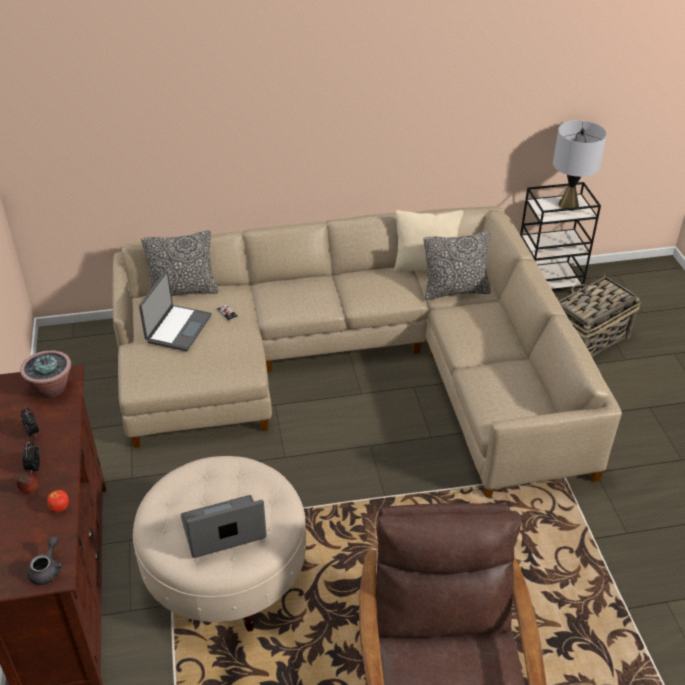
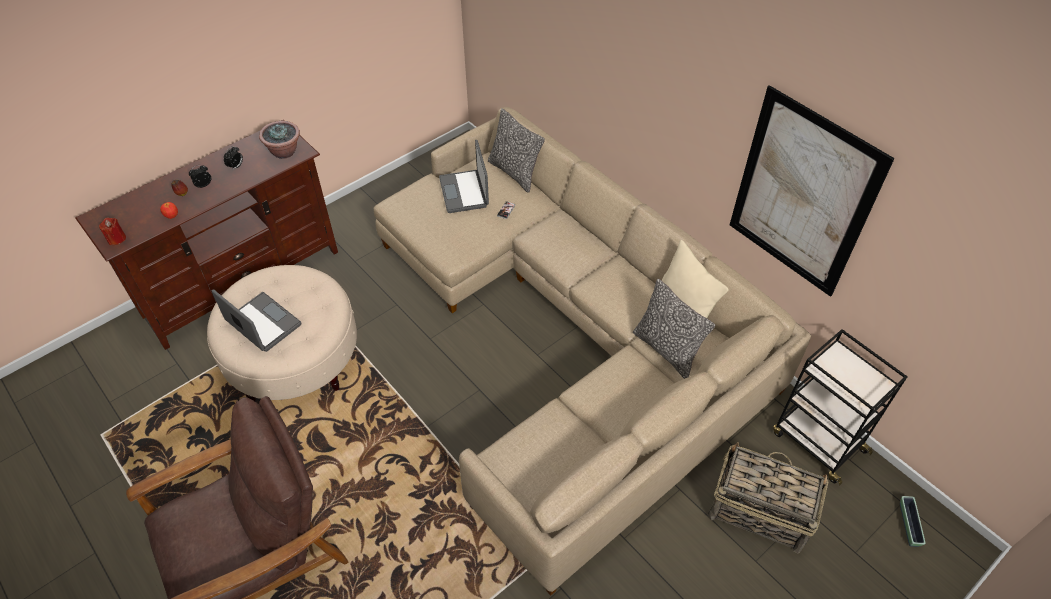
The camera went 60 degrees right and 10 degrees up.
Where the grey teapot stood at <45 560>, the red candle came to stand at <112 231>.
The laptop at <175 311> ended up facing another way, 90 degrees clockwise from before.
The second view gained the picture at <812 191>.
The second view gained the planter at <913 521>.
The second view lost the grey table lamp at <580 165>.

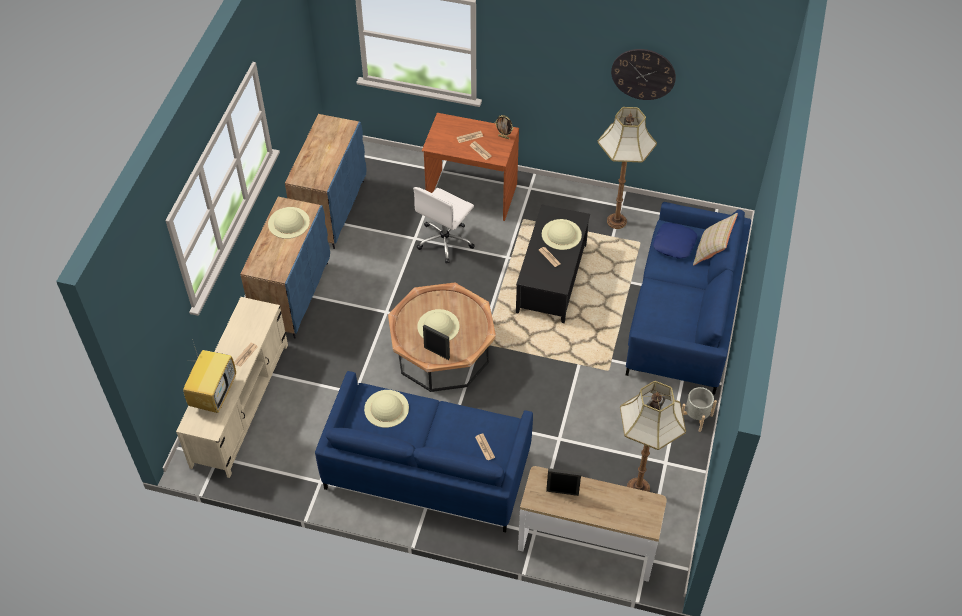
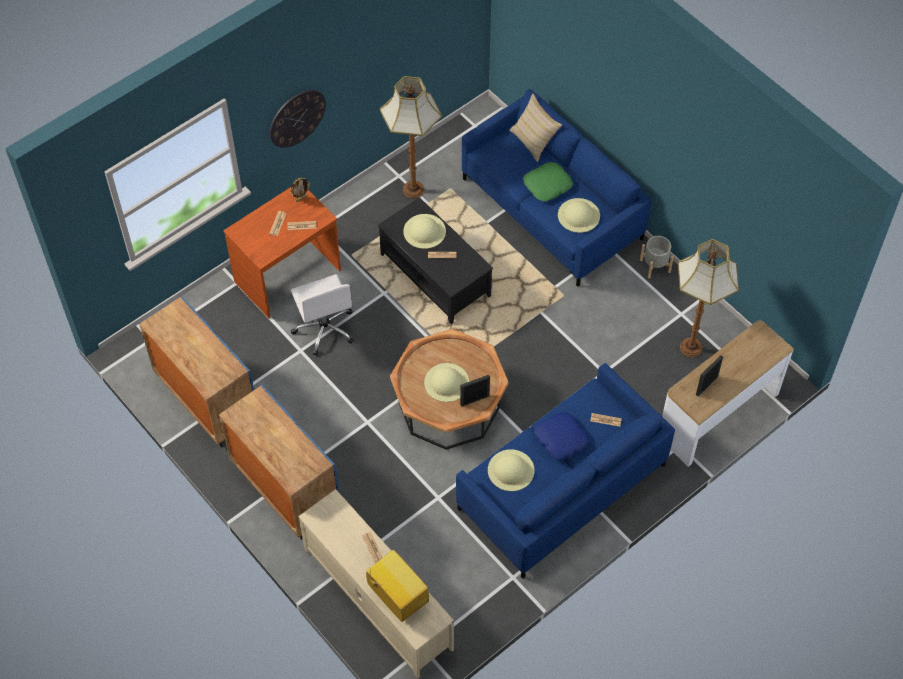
The camera went 55 degrees left and 5 degrees up.
The wall clock ended up elsewhere, having gone from <643 74> to <298 119>.
The second view gained the green pillow at <548 182>.
The blue pillow ended up elsewhere, having gone from <675 240> to <561 436>.
The beige hat ended up elsewhere, having gone from <289 223> to <579 215>.

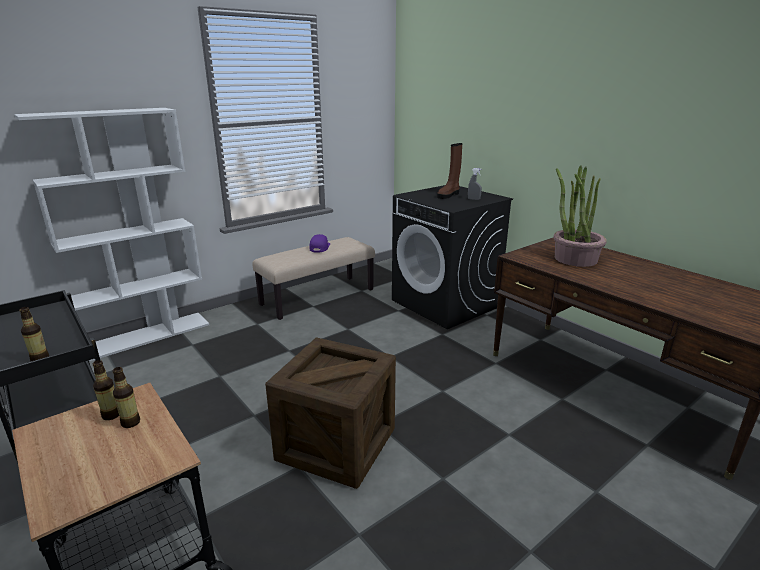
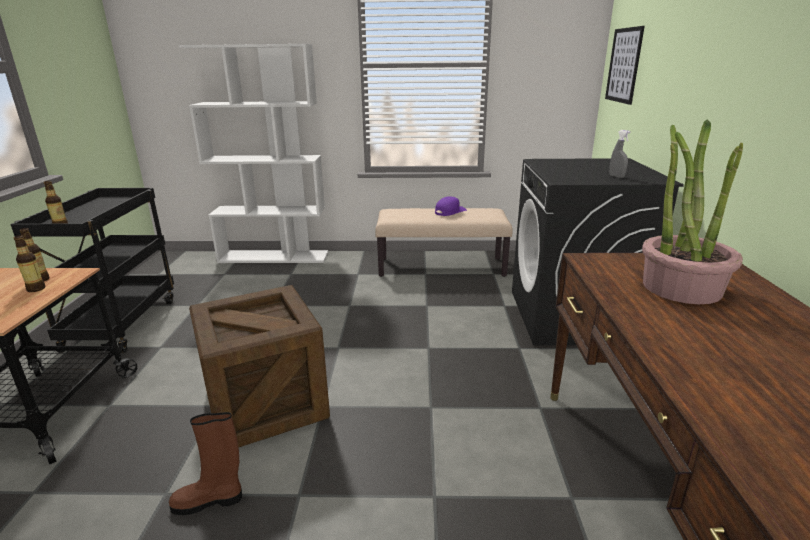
The camera went 40 degrees right and 0 degrees up.
The brown boot ended up elsewhere, having gone from <449 171> to <205 463>.
The second view gained the picture at <625 65>.

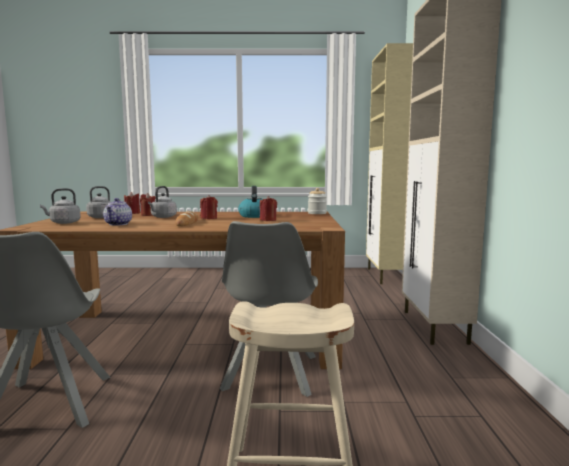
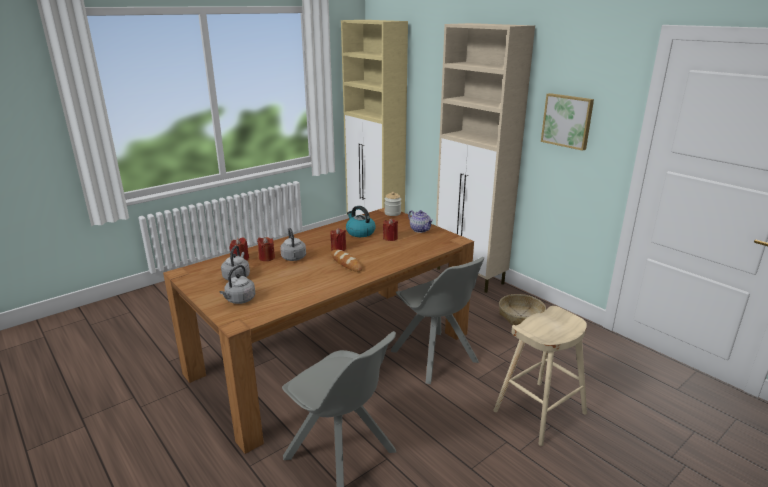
The camera went 40 degrees left and 15 degrees up.
The teapot ended up elsewhere, having gone from <117 212> to <420 221>.
The second view gained the basket at <522 309>.
The second view gained the picture at <567 122>.

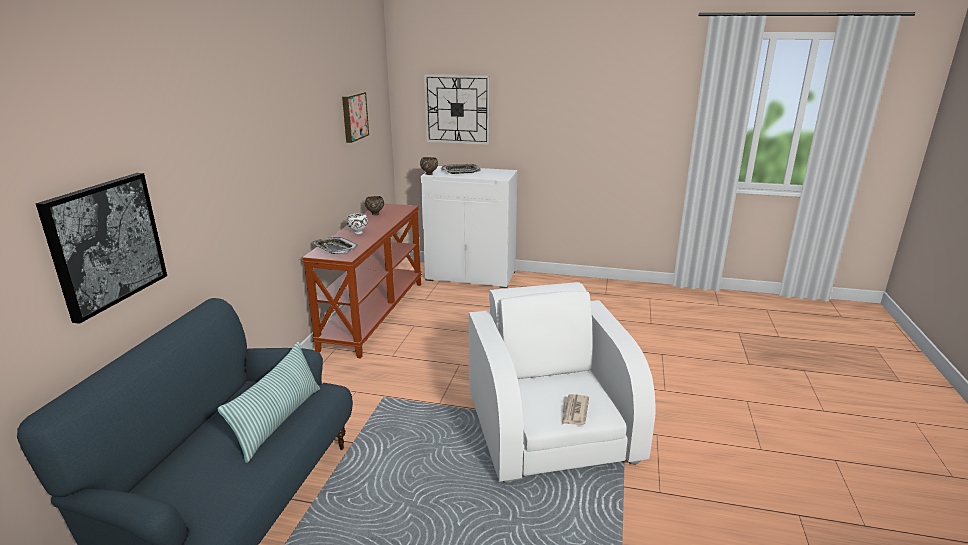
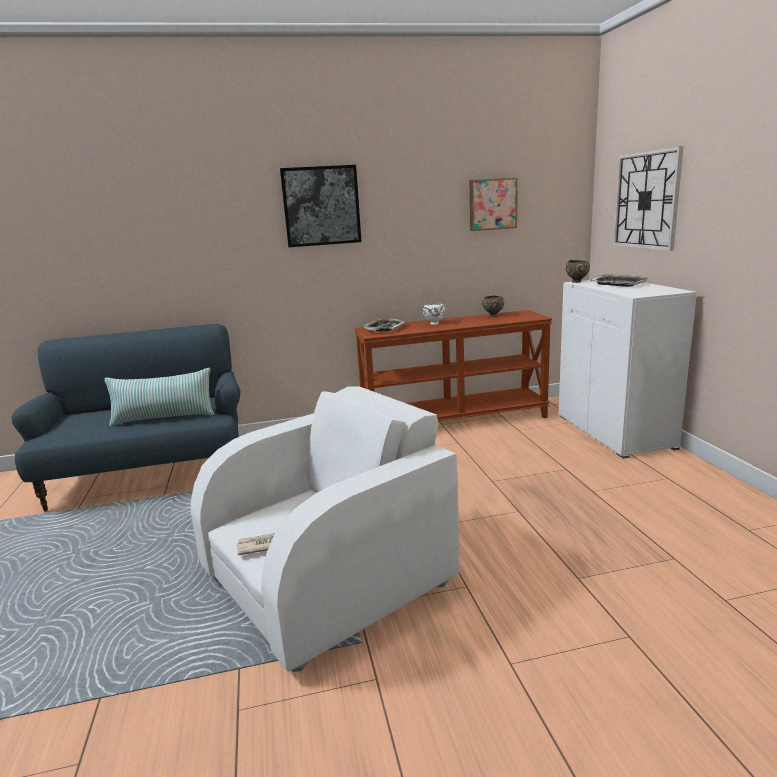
The camera went 65 degrees right and 5 degrees down.
The picture ended up elsewhere, having gone from <101 248> to <320 206>.

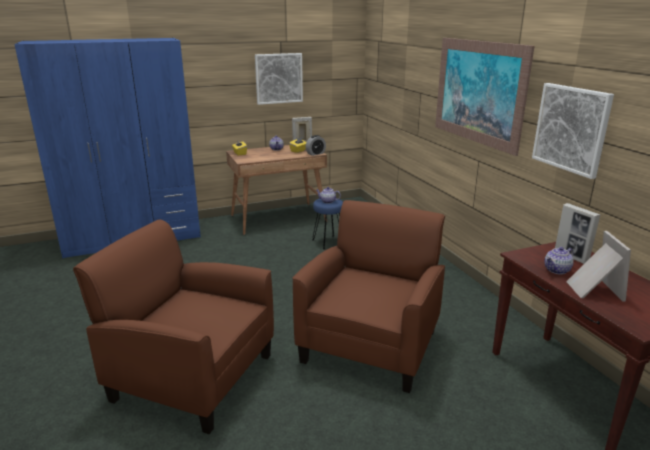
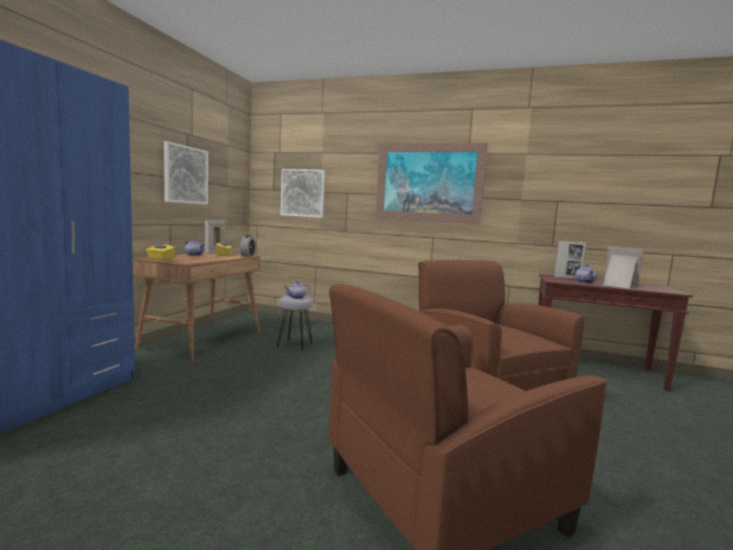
The camera went 50 degrees left and 15 degrees down.
What was the blue stool at <327 223> turned into the grey stool at <295 323>.
The picture ended up elsewhere, having gone from <573 131> to <303 193>.

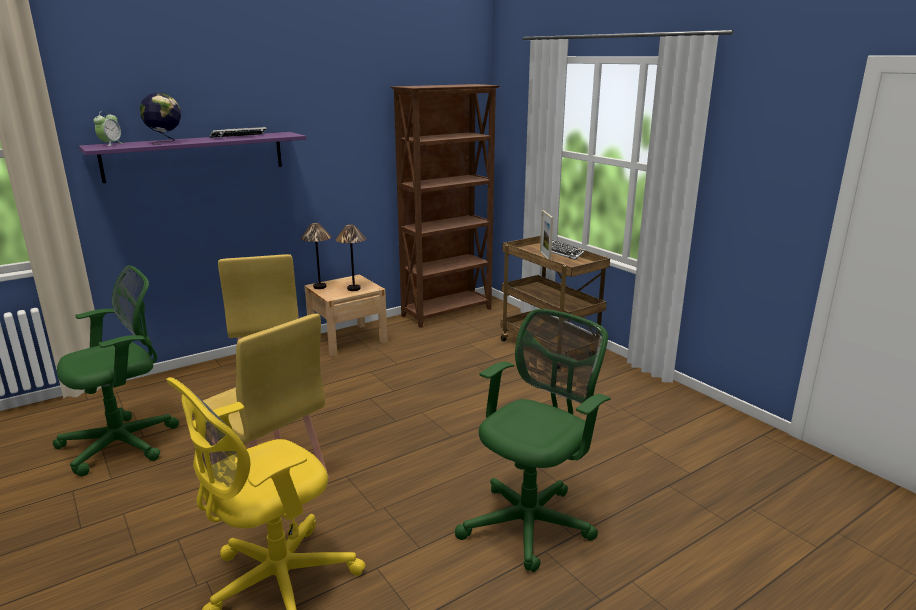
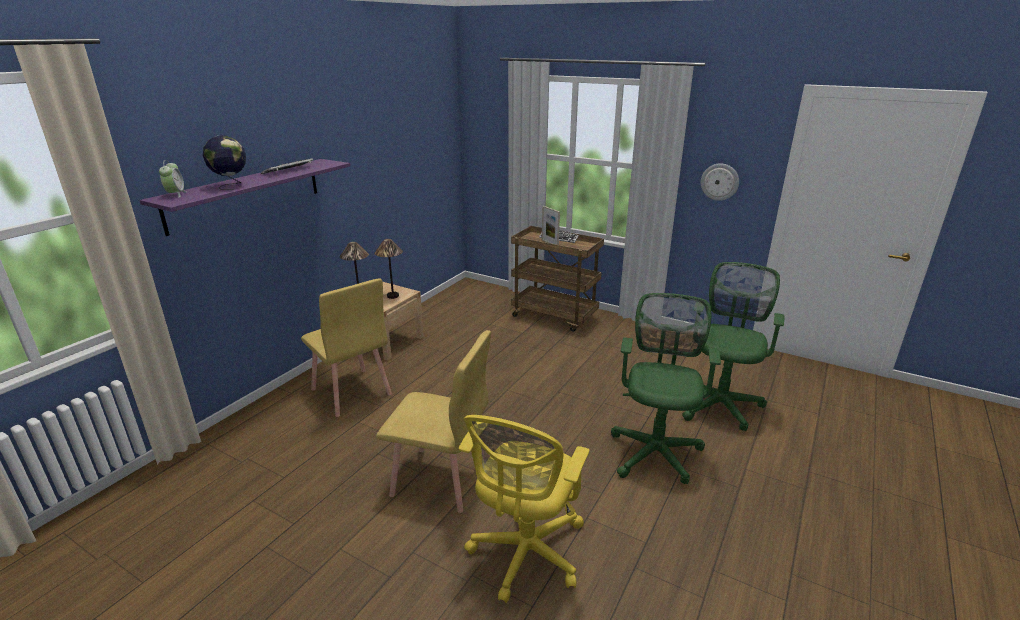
The camera went 25 degrees left and 5 degrees up.
The green office chair ended up elsewhere, having gone from <116 370> to <733 346>.
The second view gained the wall clock at <720 182>.
The second view lost the brown bookcase at <445 206>.

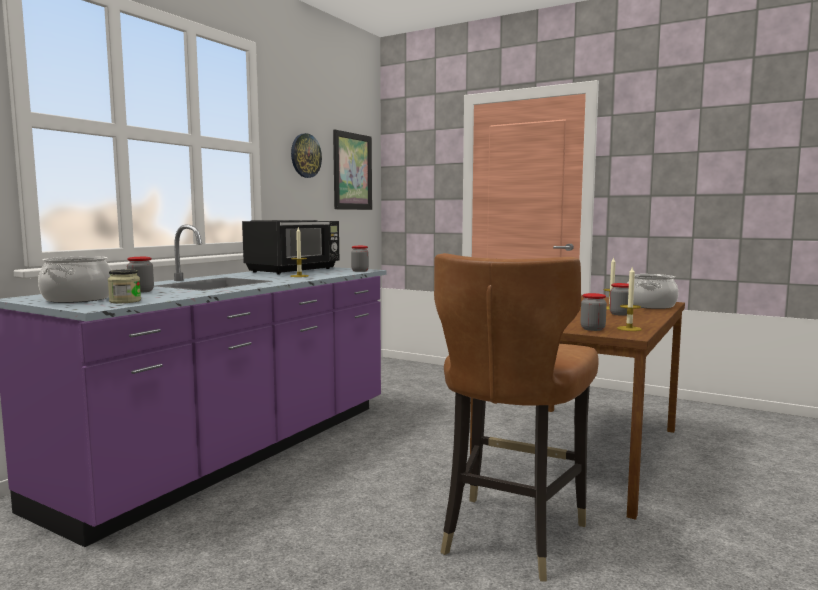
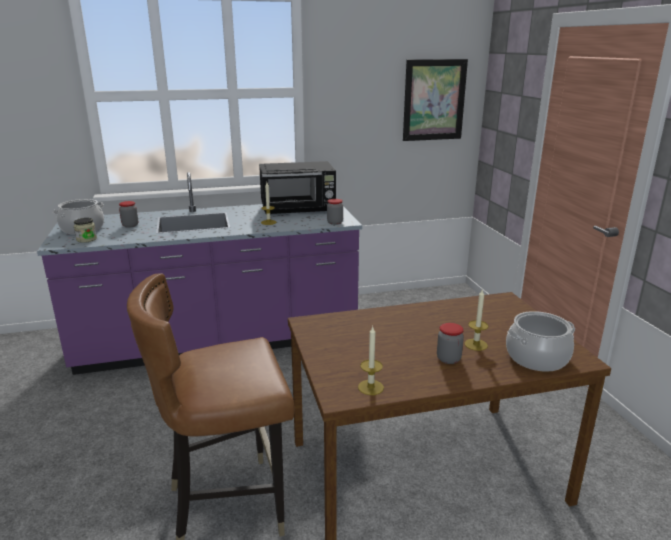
The camera went 45 degrees right and 15 degrees up.
The second view lost the wall clock at <306 155>.
The second view lost the jar at <593 312>.

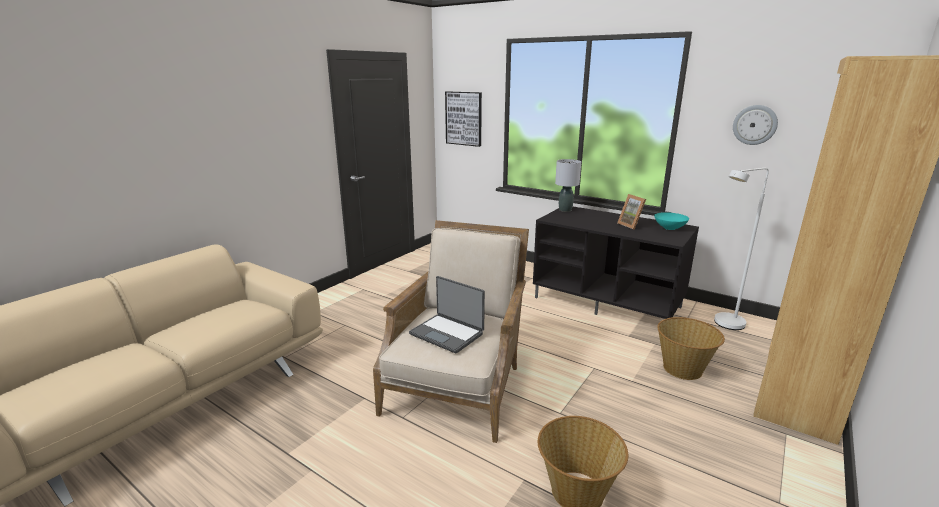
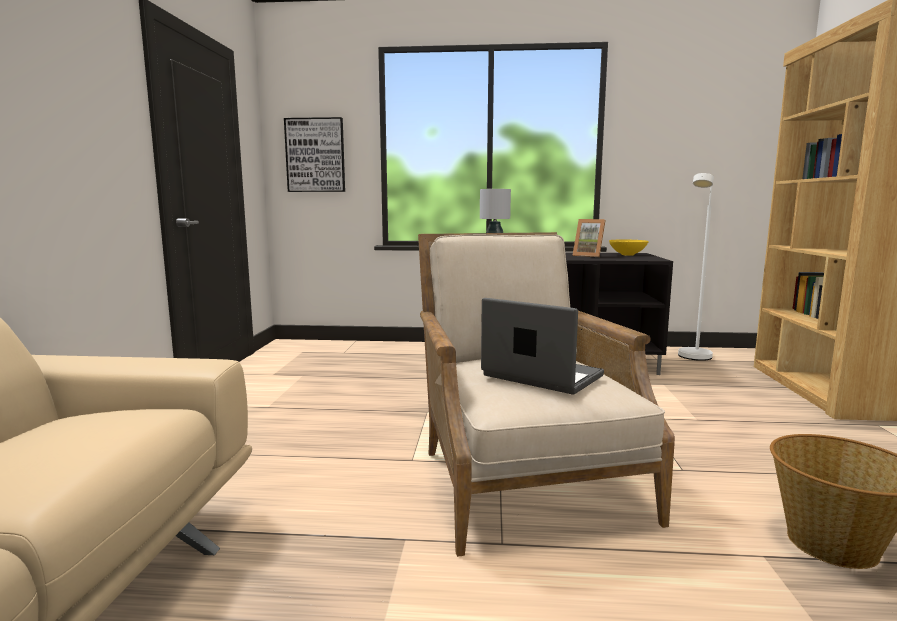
The camera went 30 degrees left and 10 degrees down.
The laptop at <447 314> ended up facing another way, 150 degrees counterclockwise from before.
What was the turquoise bowl at <671 221> turned into the yellow bowl at <629 248>.
The second view lost the basket at <691 348>.
The second view lost the wall clock at <755 125>.

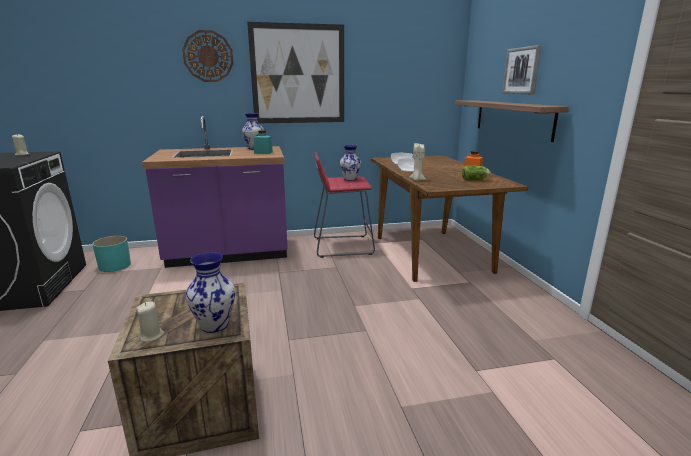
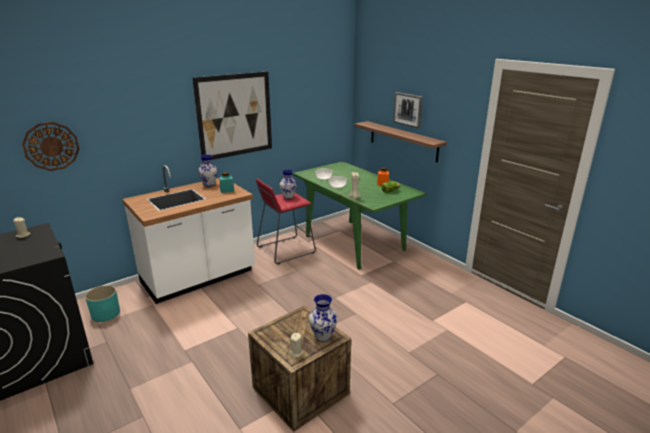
The camera went 25 degrees left and 5 degrees up.
The wall clock ended up elsewhere, having gone from <208 56> to <50 146>.
What was the purple counter at <215 192> turned into the white counter at <188 234>.
What was the brown dining table at <450 218> turned into the green dining table at <359 215>.

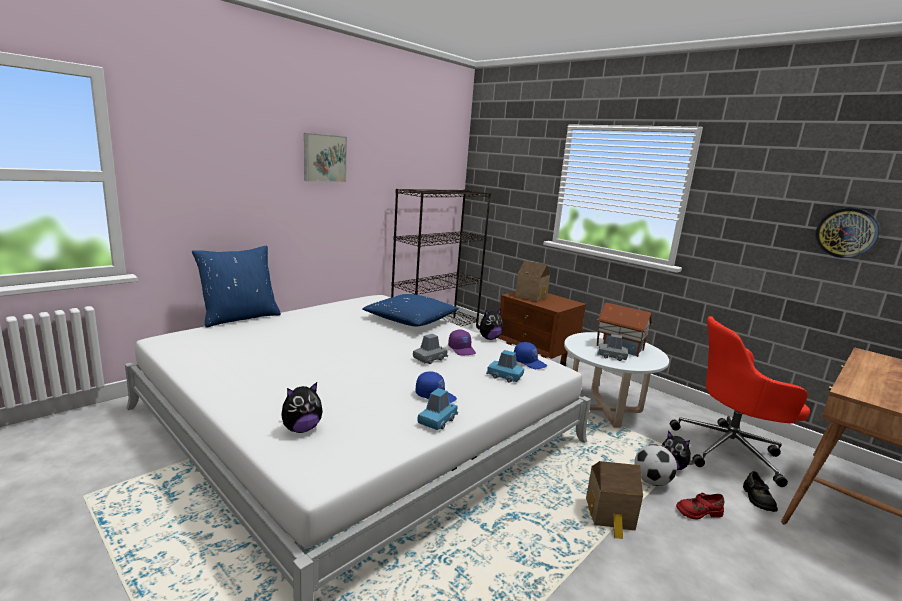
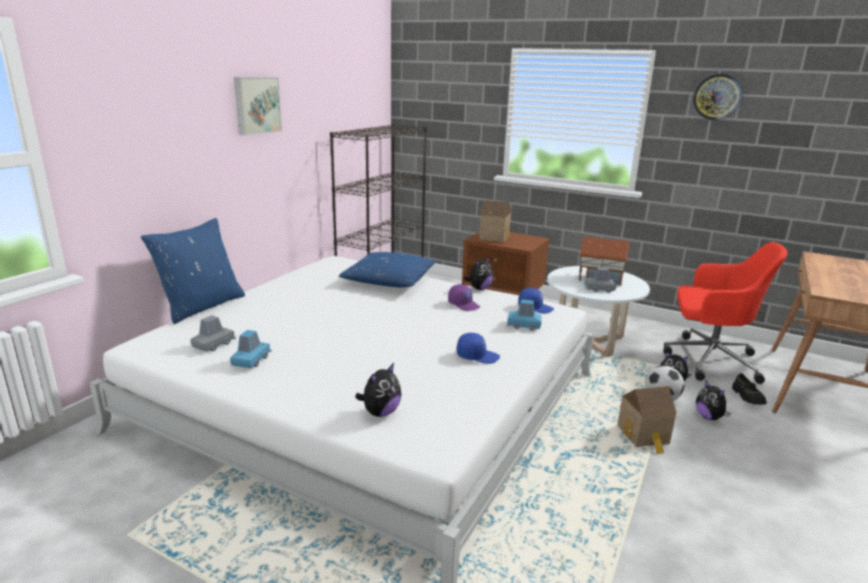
The camera went 15 degrees left and 5 degrees up.
The grey toy car ended up elsewhere, having gone from <430 349> to <213 333>.
The blue toy car ended up elsewhere, having gone from <437 409> to <250 349>.
The red office chair at <740 401> ended up facing another way, 150 degrees counterclockwise from before.
The wall clock ended up elsewhere, having gone from <847 233> to <717 97>.
Where the red shoe stood at <700 506>, the plush toy came to stand at <713 400>.

